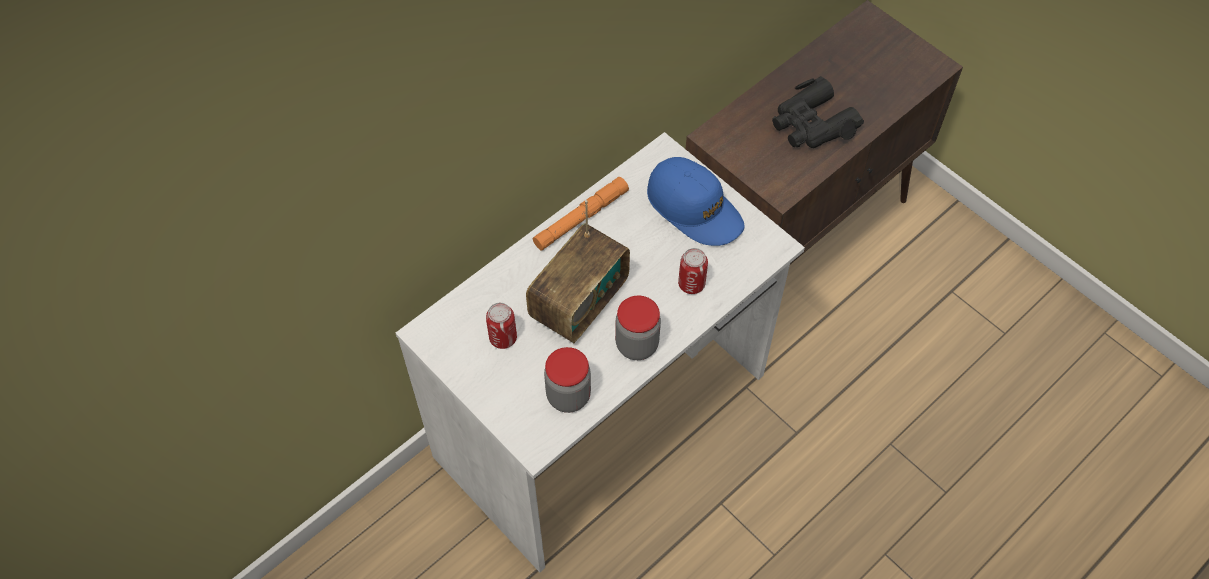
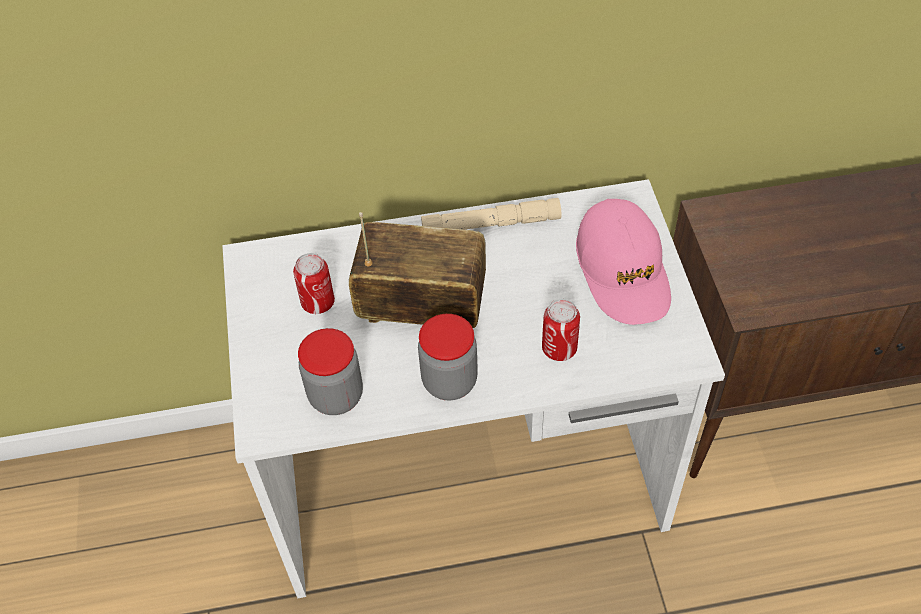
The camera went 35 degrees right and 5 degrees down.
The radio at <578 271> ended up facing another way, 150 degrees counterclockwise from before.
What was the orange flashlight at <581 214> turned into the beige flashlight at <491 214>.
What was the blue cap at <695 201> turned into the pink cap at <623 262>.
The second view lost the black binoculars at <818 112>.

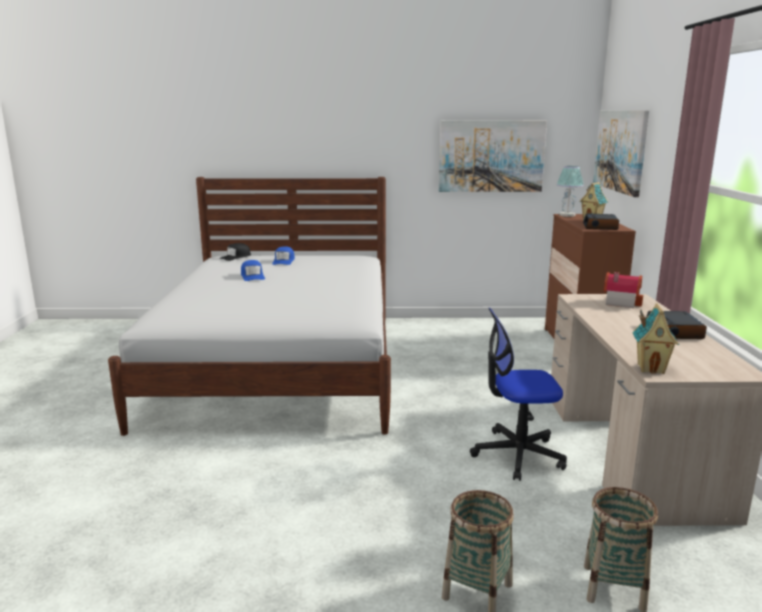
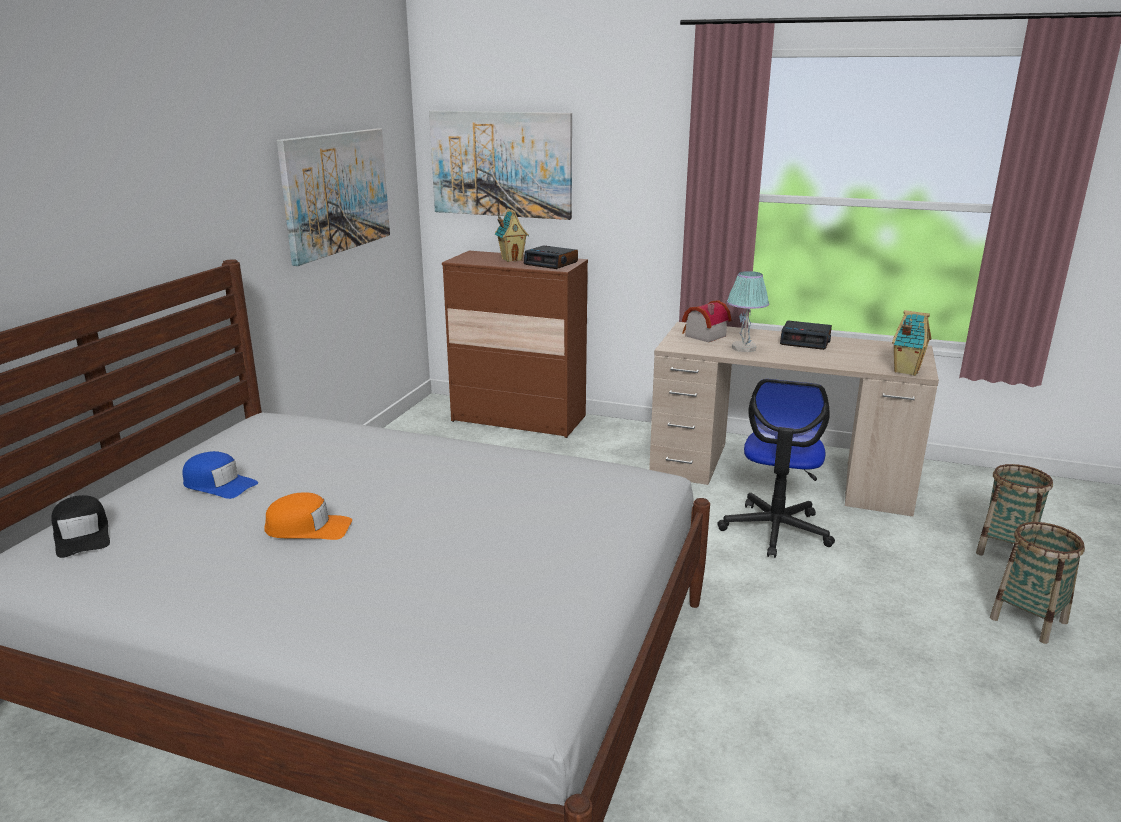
The camera went 70 degrees left and 5 degrees up.
What was the blue cap at <253 270> turned into the orange cap at <308 516>.
The table lamp ended up elsewhere, having gone from <570 191> to <748 311>.

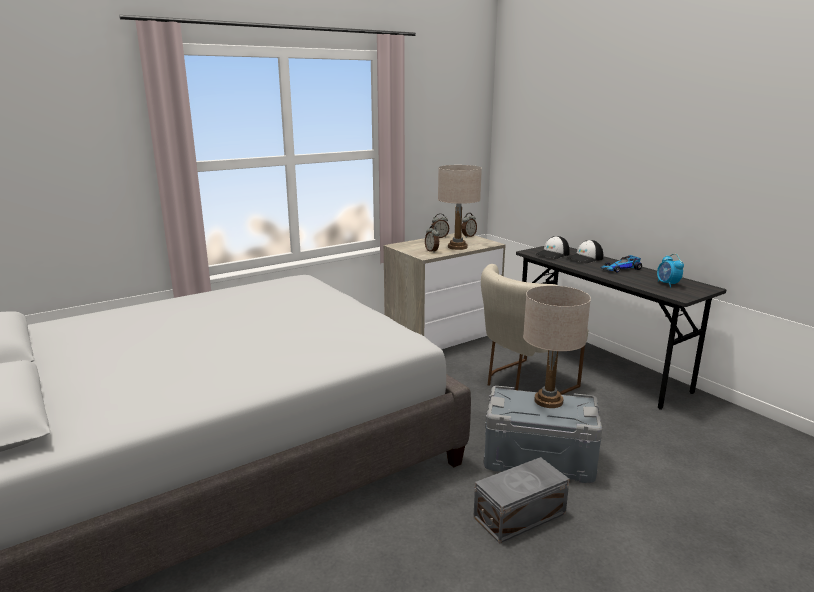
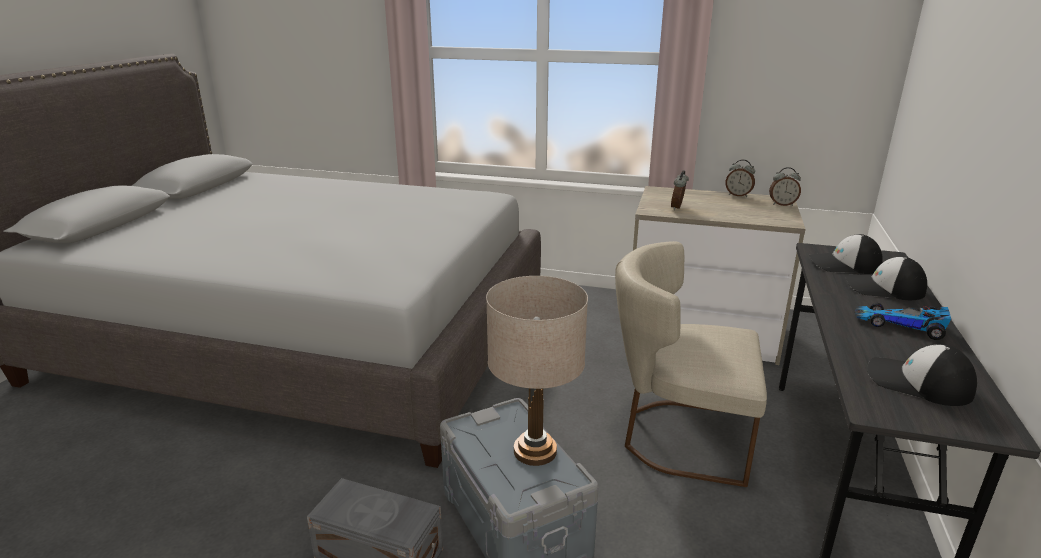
The camera went 50 degrees right and 5 degrees up.
Where the alarm clock stood at <670 270>, the cap came to stand at <922 375>.
The second view lost the beige table lamp at <460 207>.

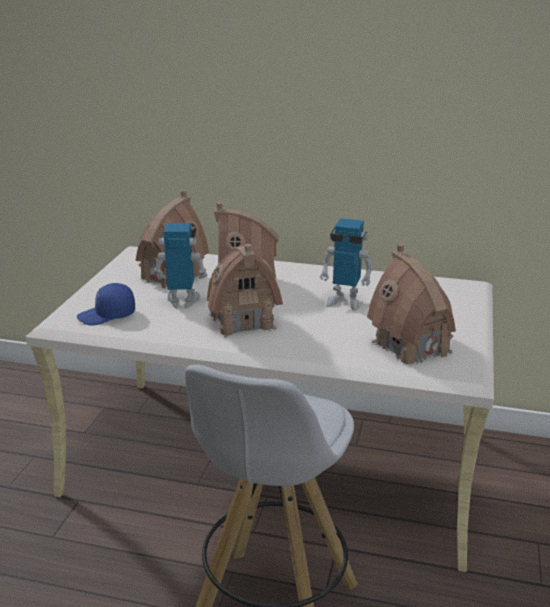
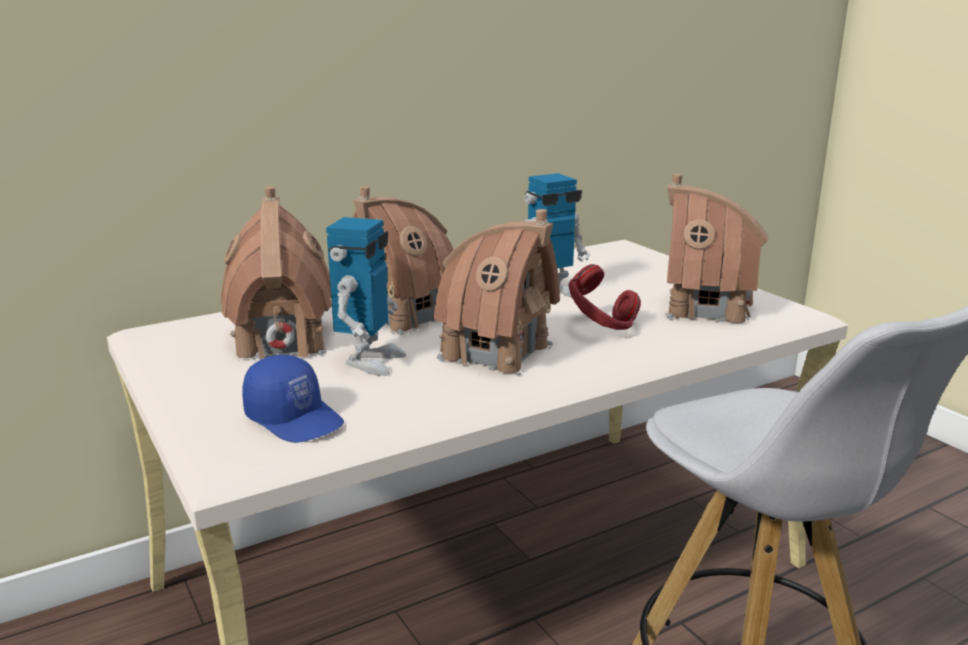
The camera went 45 degrees left and 5 degrees down.
The blue cap at <106 304> ended up facing another way, 75 degrees counterclockwise from before.
The toy robot at <181 265> ended up facing another way, 150 degrees clockwise from before.
The second view gained the red headphones at <604 297>.

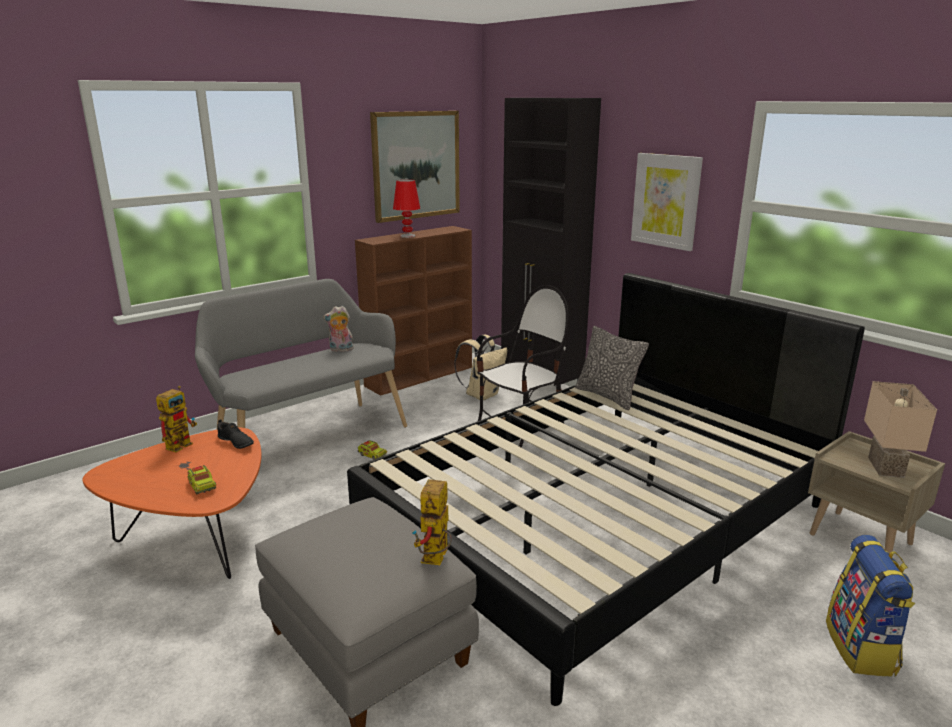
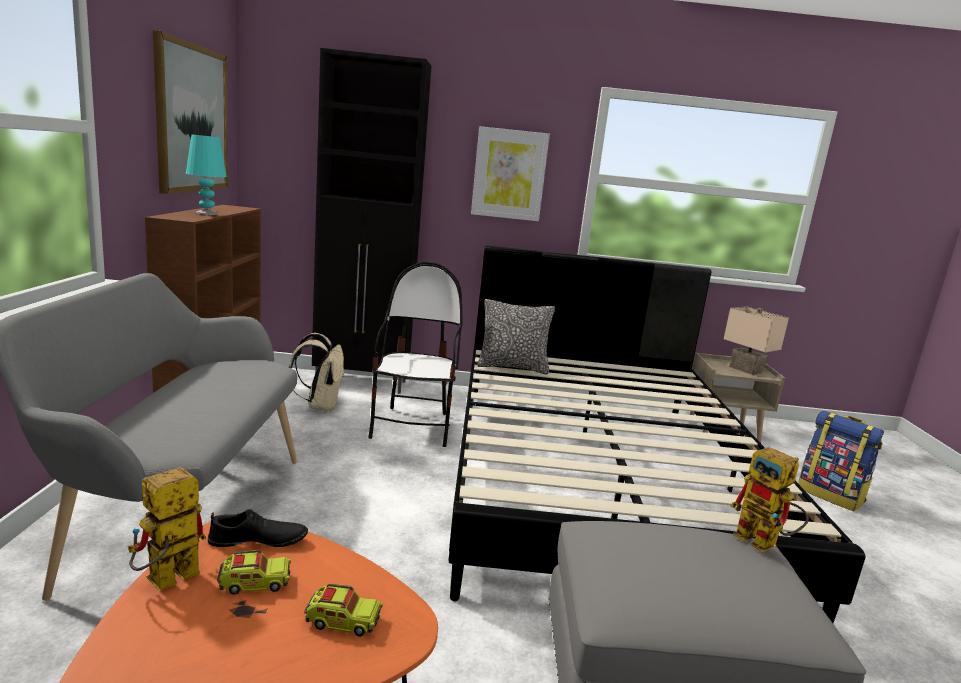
The camera went 50 degrees left and 5 degrees down.
The toy robot at <176 419> ended up facing another way, 120 degrees counterclockwise from before.
What was the red table lamp at <406 208> turned into the turquoise table lamp at <206 175>.
The toy truck ended up elsewhere, having gone from <372 450> to <254 572>.
The second view lost the plush toy at <338 329>.

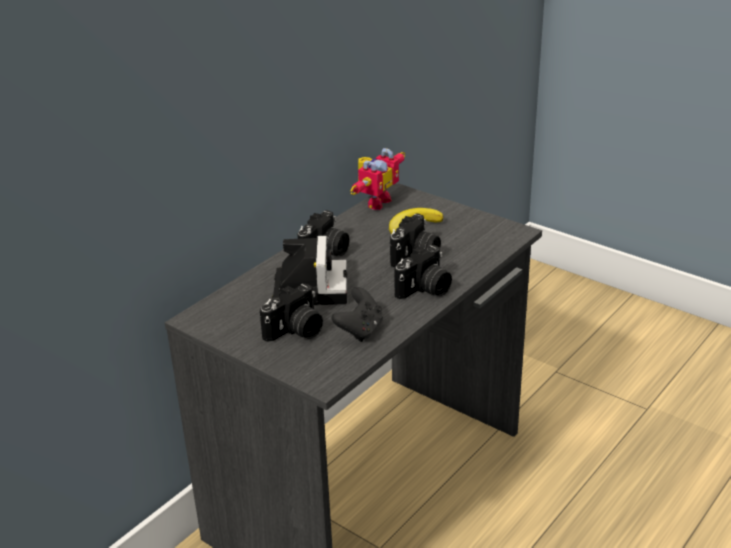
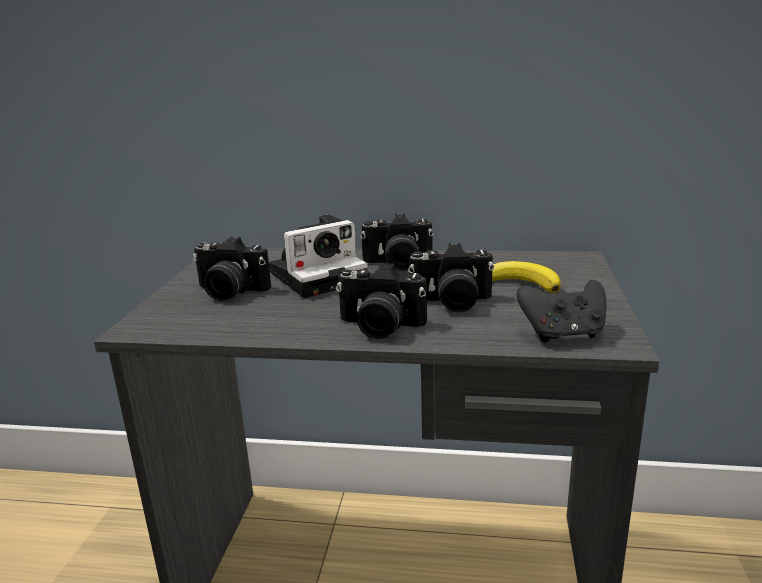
The camera went 60 degrees right and 10 degrees down.
The black game controller ended up elsewhere, having gone from <357 314> to <561 311>.
The second view lost the toy robot at <377 179>.

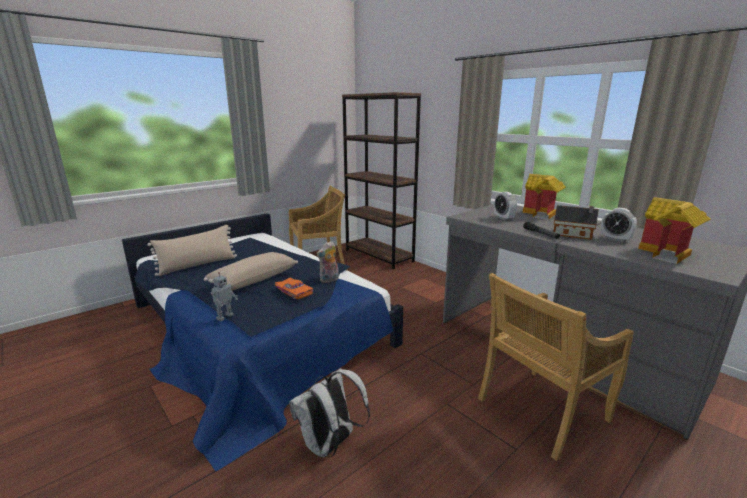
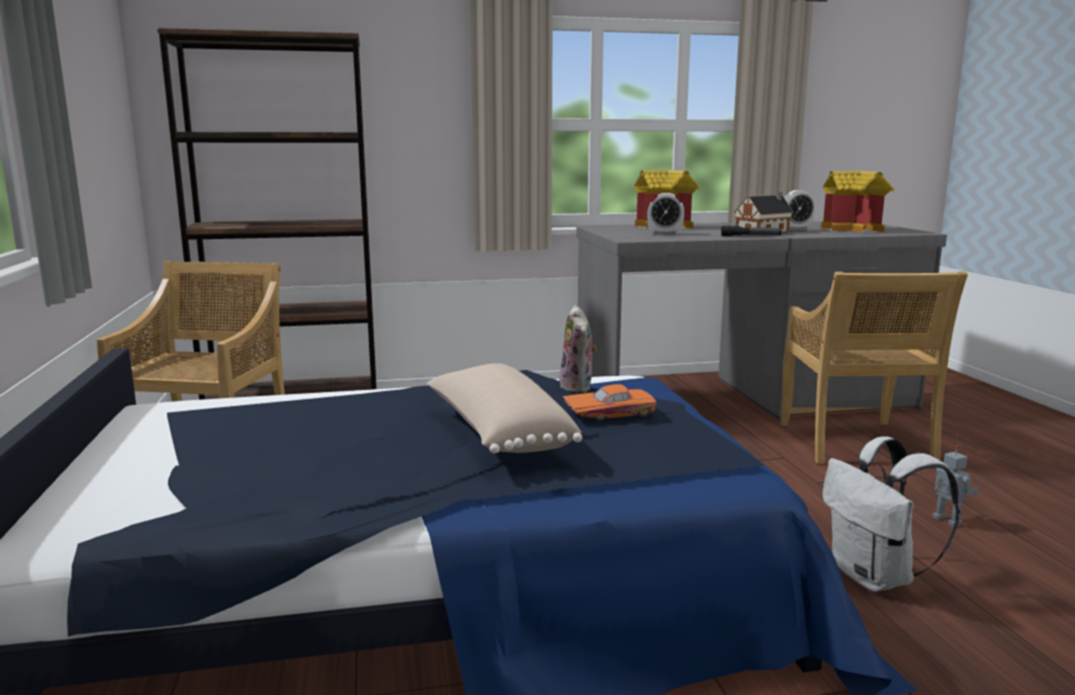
The camera went 60 degrees left and 5 degrees down.
The toy robot ended up elsewhere, having gone from <224 296> to <955 486>.
The second view lost the beige pillow at <192 250>.

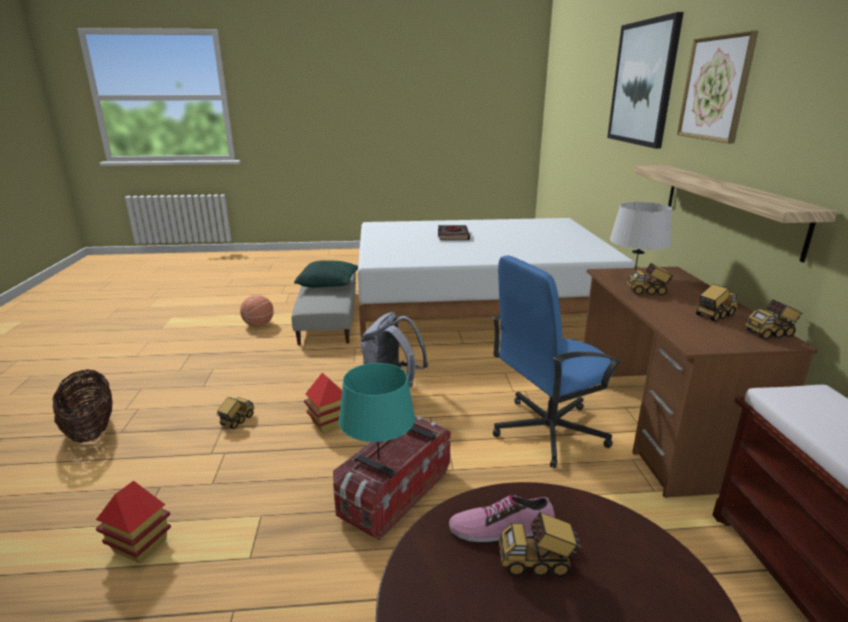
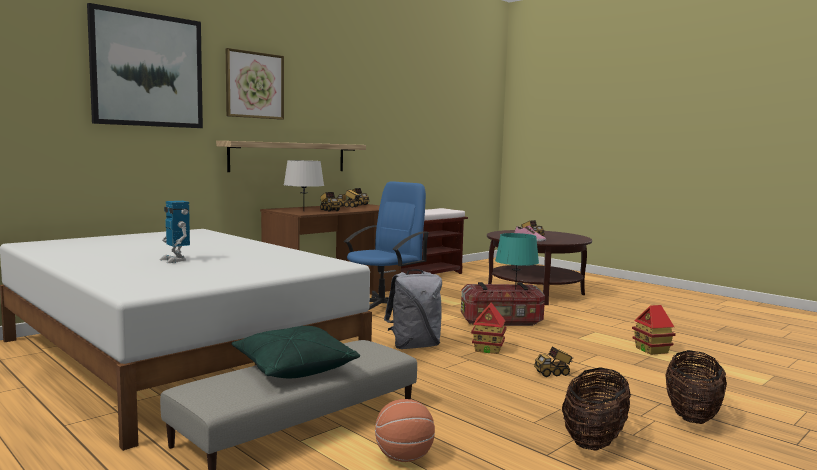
The camera went 130 degrees left and 15 degrees down.
Where the black book stood at <454 232>, the toy robot came to stand at <175 232>.
The blue office chair at <557 361> ended up facing another way, 75 degrees counterclockwise from before.
The second view gained the basket at <596 409>.

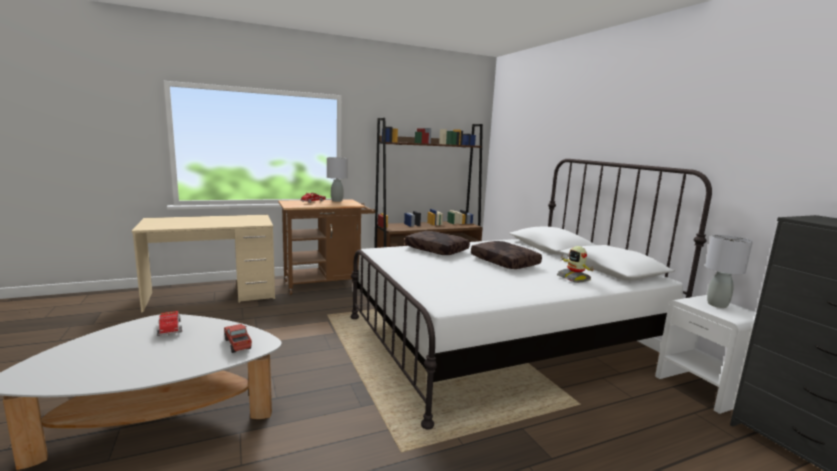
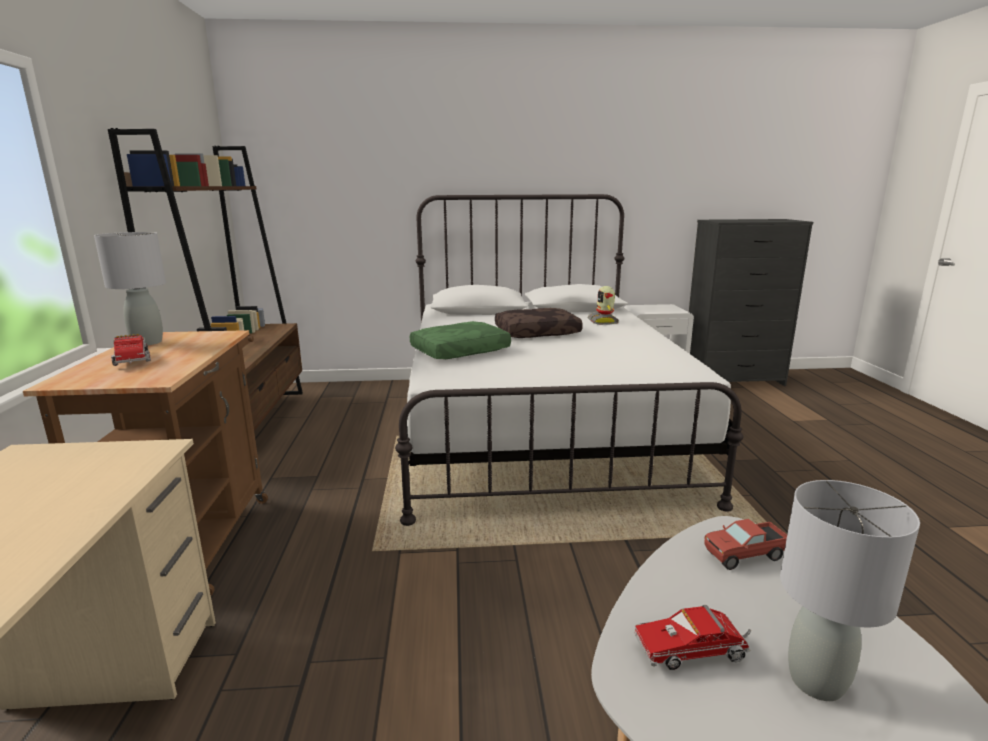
The camera went 70 degrees left and 5 degrees up.
What was the brown pillow at <437 243> turned into the green pillow at <460 340>.
The toy robot at <575 264> ended up facing another way, 90 degrees clockwise from before.
The grey table lamp ended up elsewhere, having gone from <729 271> to <850 590>.

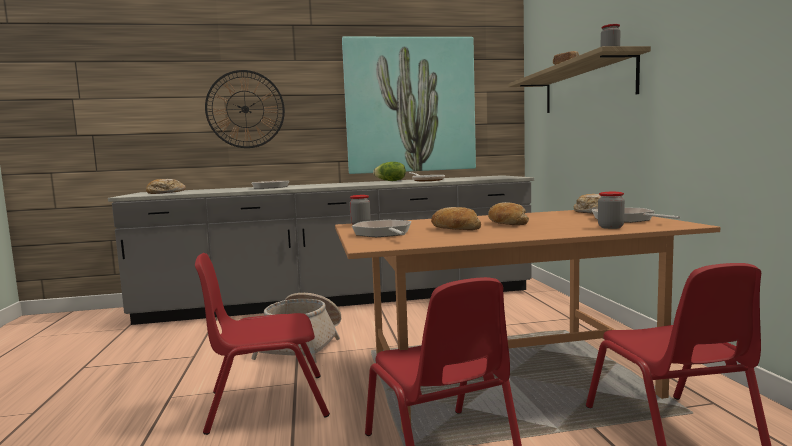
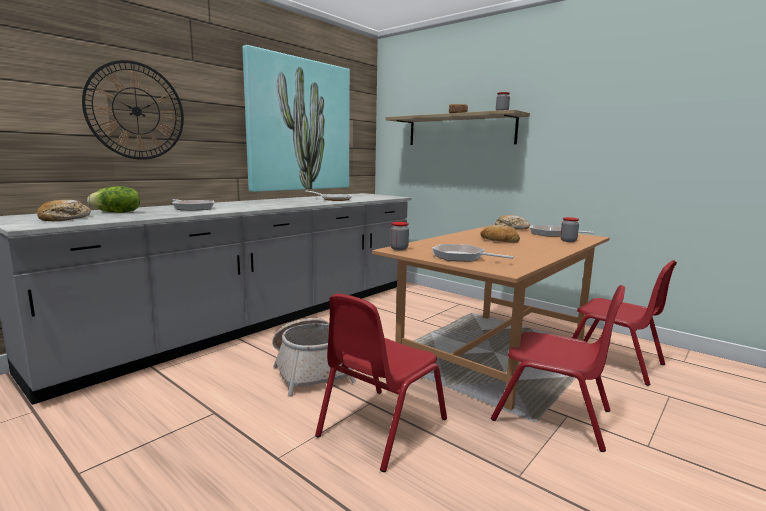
The camera went 40 degrees left and 5 degrees up.
The lettuce ended up elsewhere, having gone from <389 171> to <113 199>.
The second view lost the bread at <456 218>.

